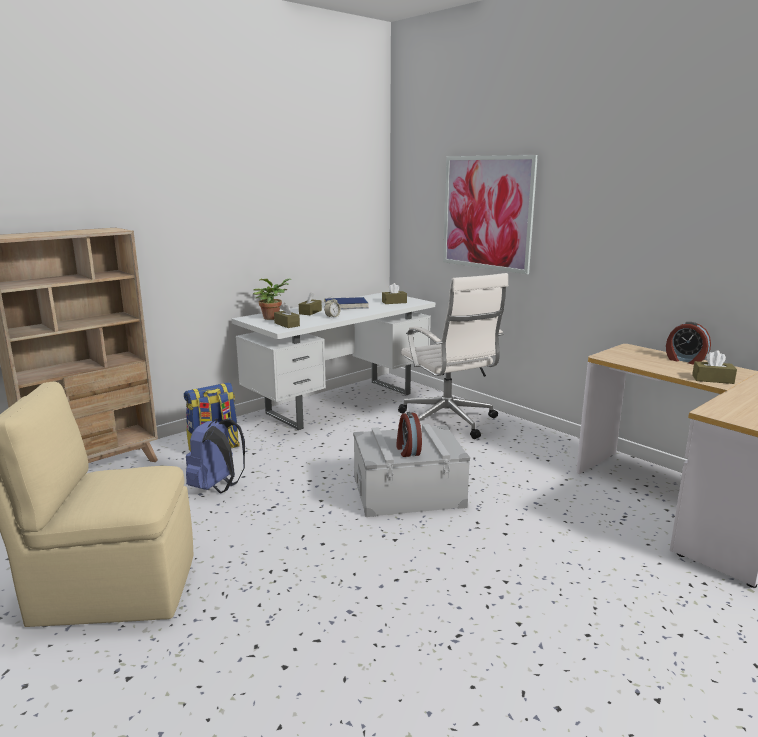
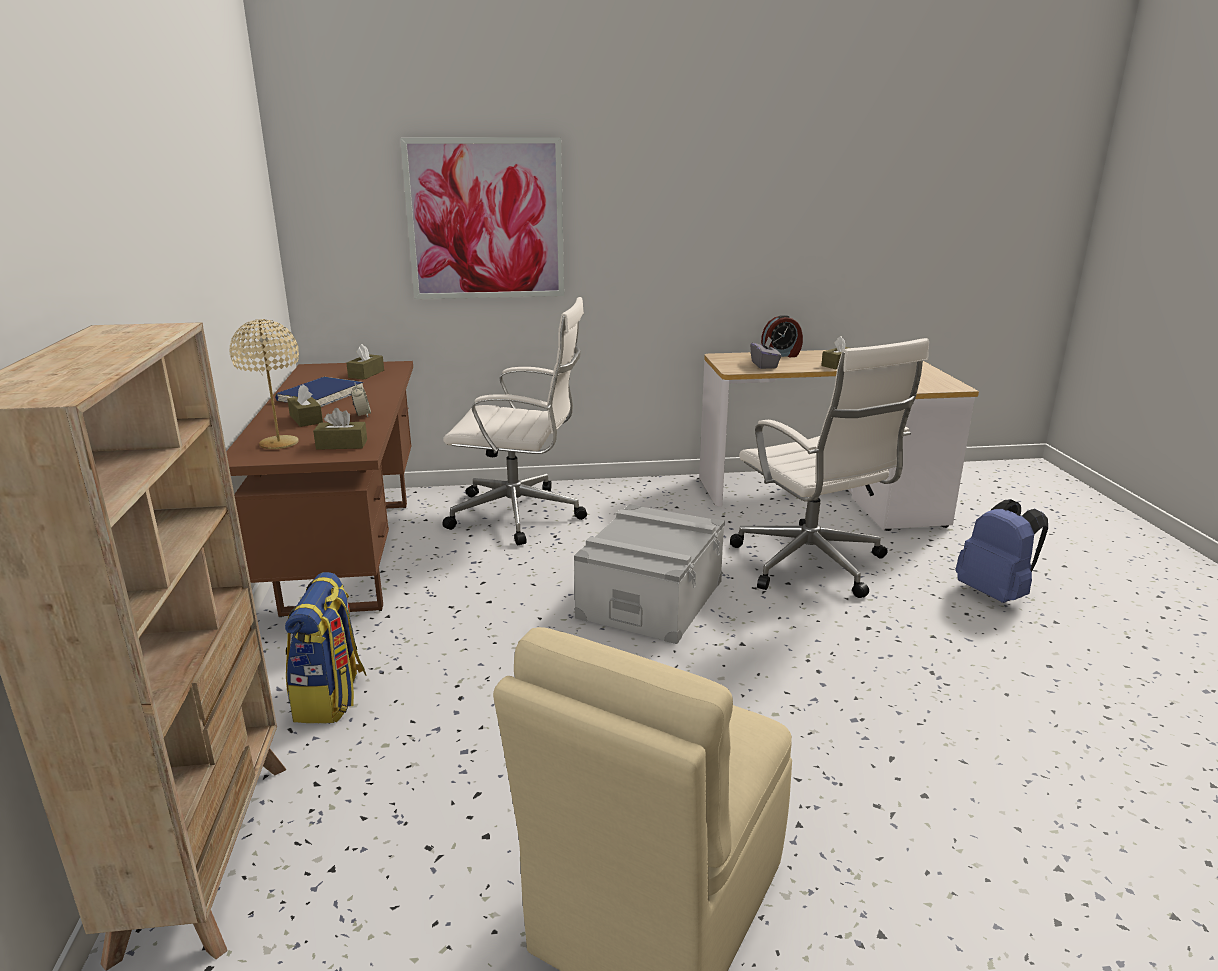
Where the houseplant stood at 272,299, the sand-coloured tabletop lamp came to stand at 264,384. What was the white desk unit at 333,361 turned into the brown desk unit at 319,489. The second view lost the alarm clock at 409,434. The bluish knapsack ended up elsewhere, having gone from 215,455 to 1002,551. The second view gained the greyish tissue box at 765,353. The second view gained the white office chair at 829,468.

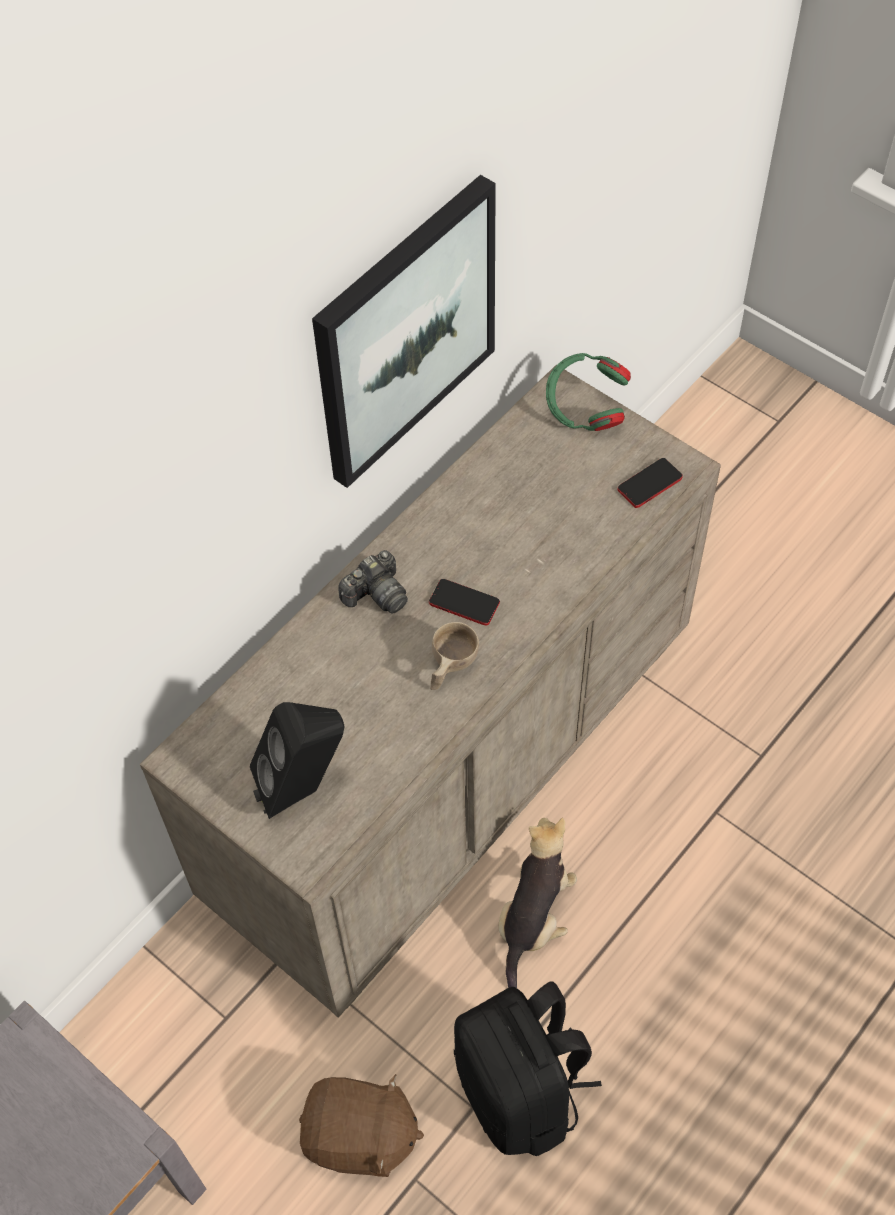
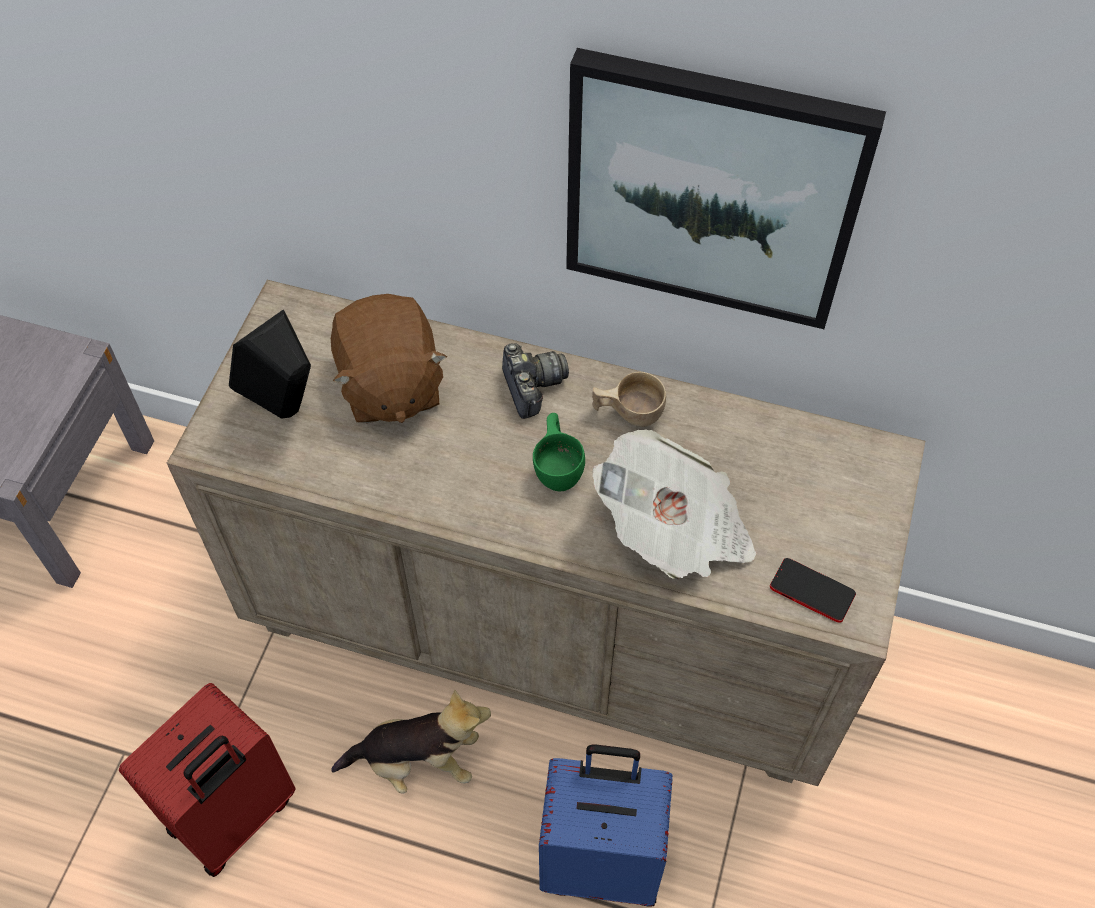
The second view lost the greenish pair of headphones at 588,392. The still camera at 373,582 ended up facing another way, 135 degrees counterclockwise from before. Where the telephone stood at 464,602, the greenish drinking cup came to stand at 559,452. The sand-coloured drinking cup ended up elsewhere, having gone from 454,656 to 629,399. Where the black-coloured knapsack stood at 528,1068, the red travel case came to stand at 207,780. The brown cuddly toy ended up elsewhere, having gone from 361,1125 to 389,358. The second view gained the daily paper at 674,504. The second view gained the bluish travel case at 606,826.

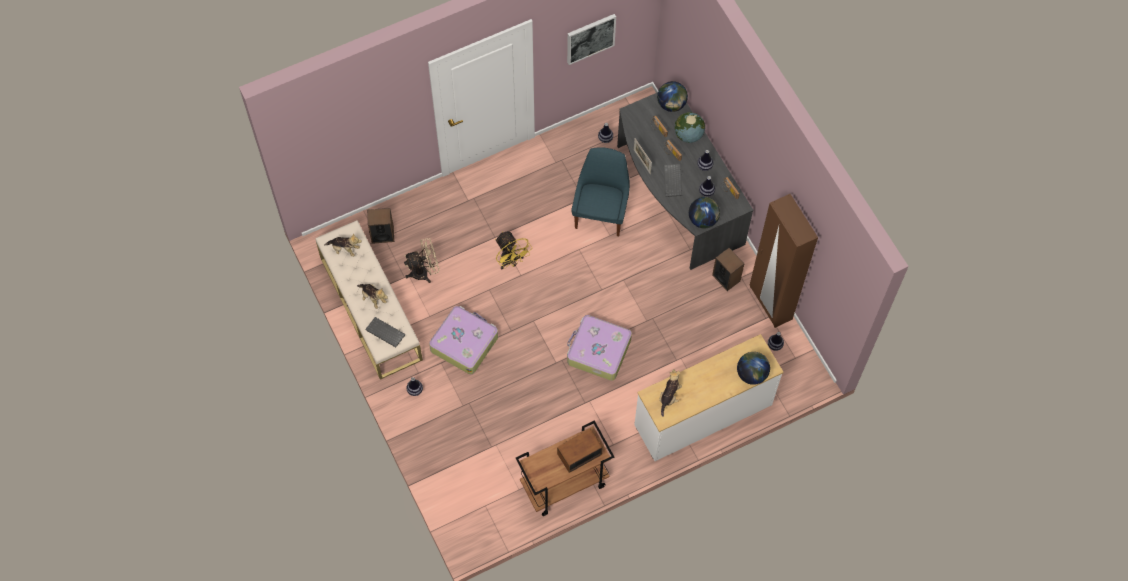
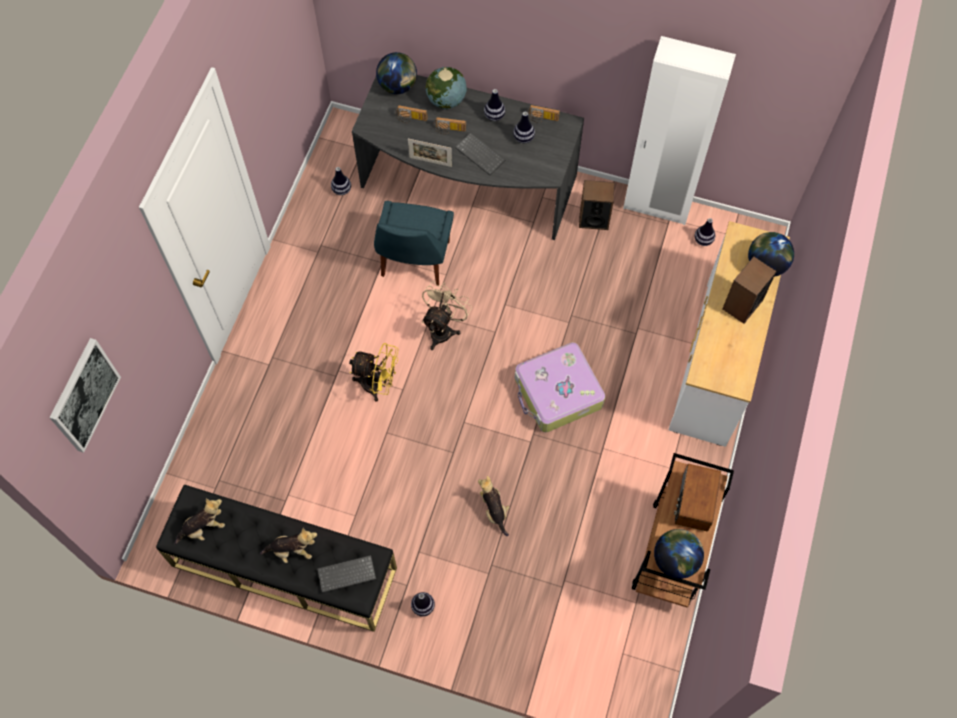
The wall art ended up elsewhere, having gone from 591,39 to 85,395. The bluish plain chair at 600,191 ended up facing another way, 135 degrees counterclockwise from before. What was the brown wardrobe at 784,261 turned into the white wardrobe at 679,130. The world globe ended up elsewhere, having gone from 704,212 to 679,554. The audio speaker ended up elsewhere, having gone from 380,226 to 749,290. What was the sand-coloured indoor bench at 369,300 turned into the black-coloured indoor bench at 276,558. The sand-coloured fan ended up elsewhere, having gone from 422,260 to 447,315. The second view lost the travel case at 463,340. The cuddly toy ended up elsewhere, having gone from 671,393 to 493,506.

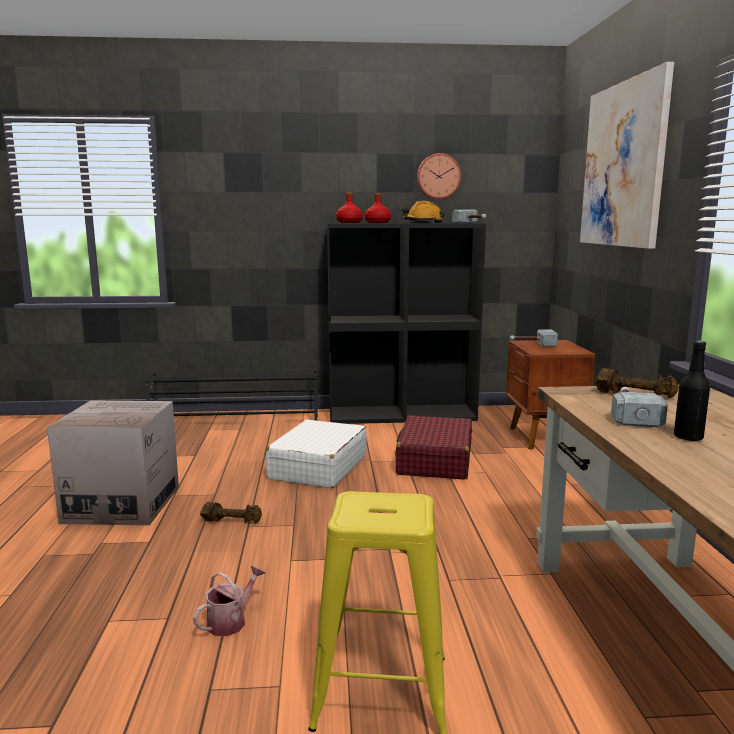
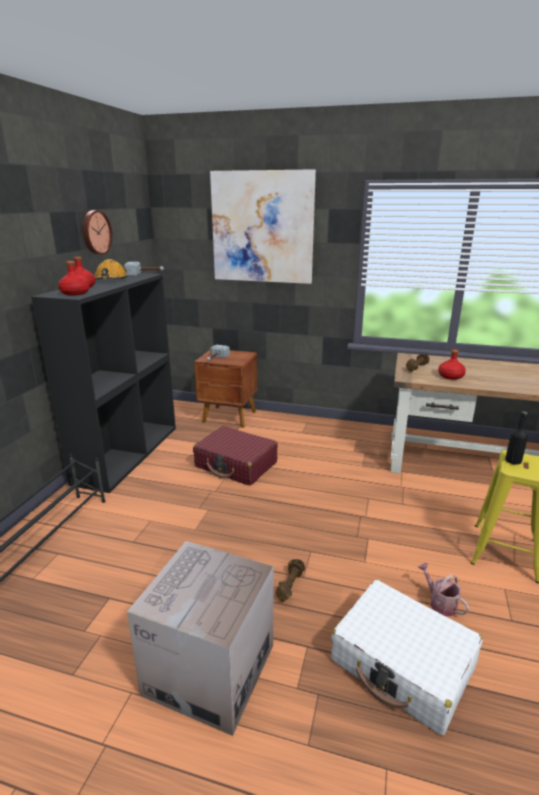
The black-coloured drink bottle ended up elsewhere, having gone from 692,391 to 516,438. Where the tool hammer stood at 639,407, the red drink bottle came to stand at 452,365. The white travel case ended up elsewhere, having gone from 316,454 to 407,657.

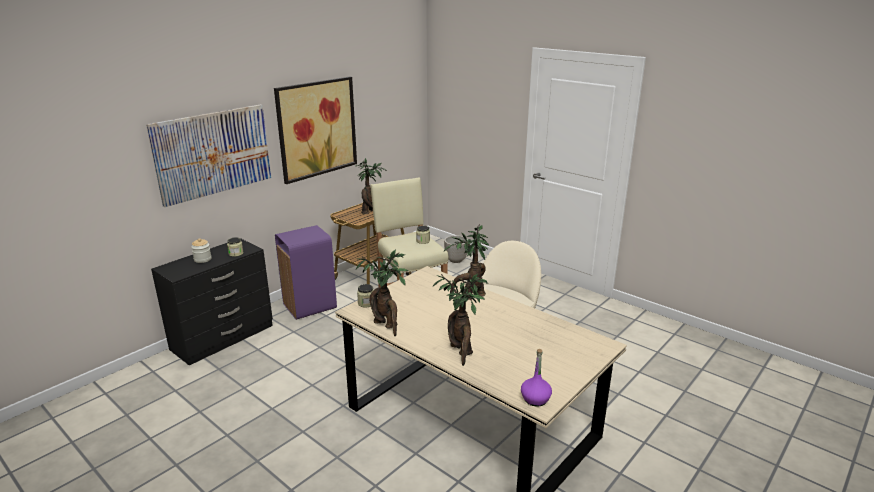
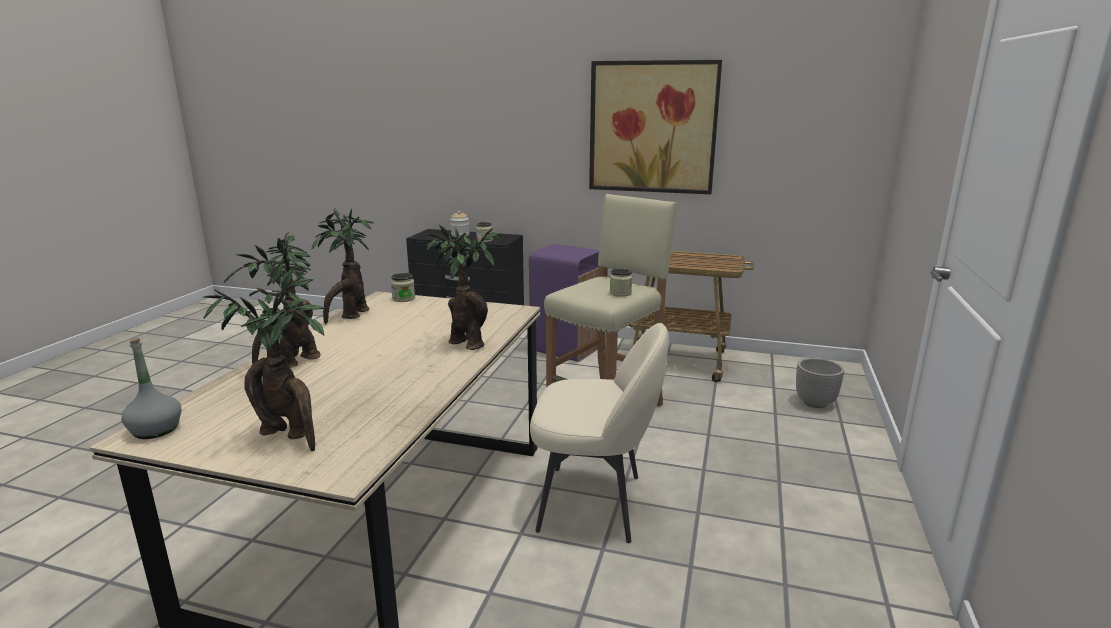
The second view lost the wall art at 208,155. The houseplant ended up elsewhere, having gone from 371,186 to 264,360. What was the purplish drink bottle at 536,378 turned into the greyish drink bottle at 151,388.

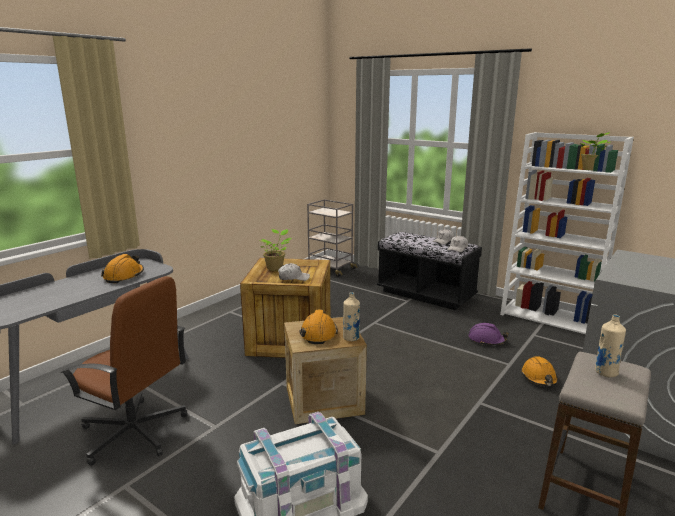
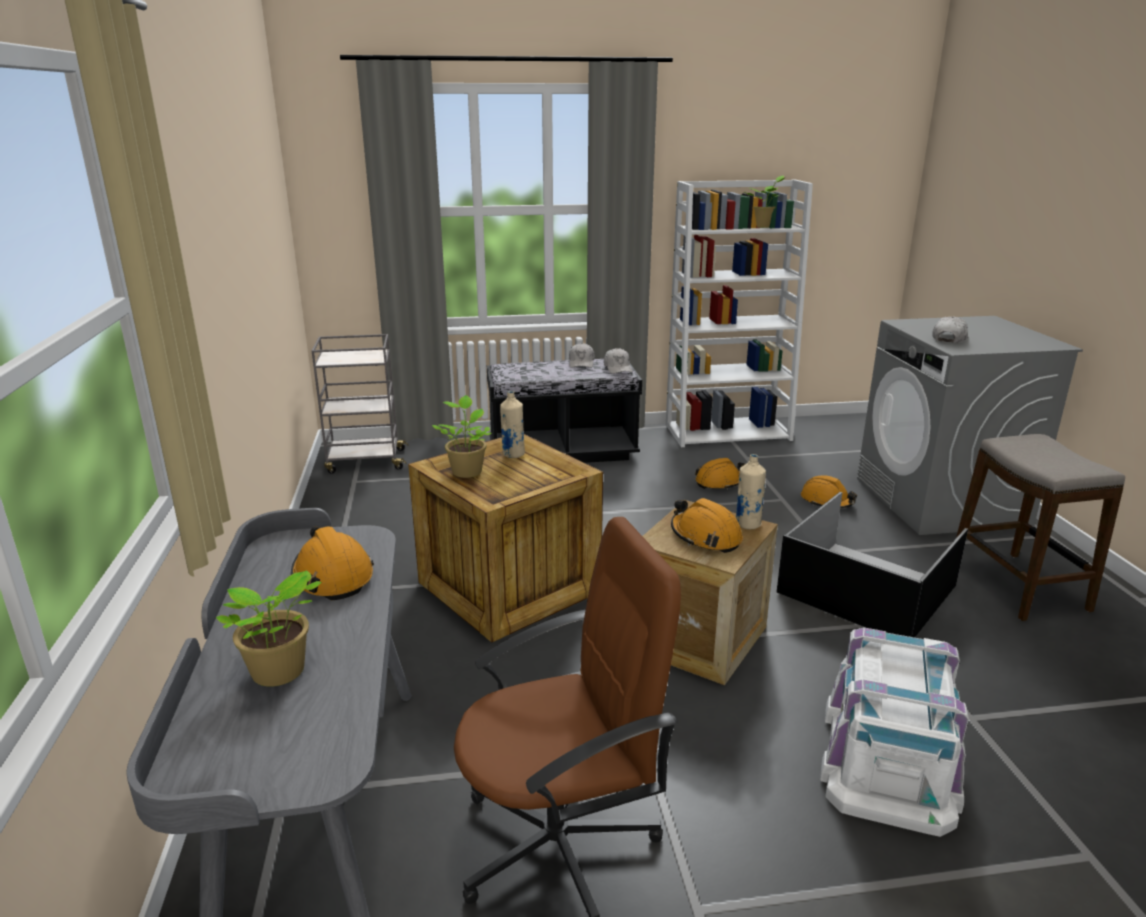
The white baseball cap ended up elsewhere, having gone from 294,272 to 950,330. The sand-coloured drink bottle ended up elsewhere, having gone from 610,345 to 512,424. What was the purplish work helmet at 488,334 turned into the orange-coloured work helmet at 720,474. The second view gained the black-coloured storage bin at 872,565. The second view gained the houseplant at 269,628.

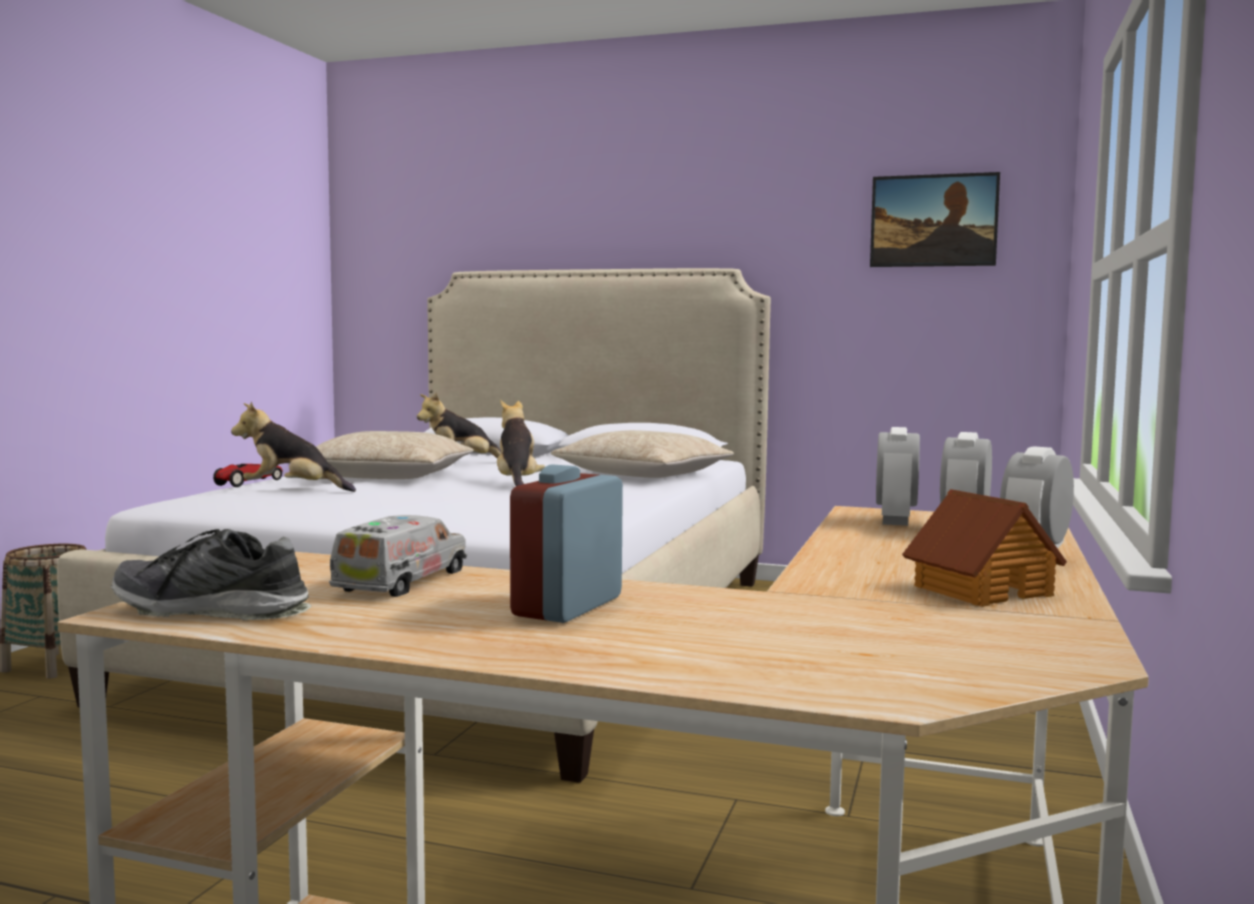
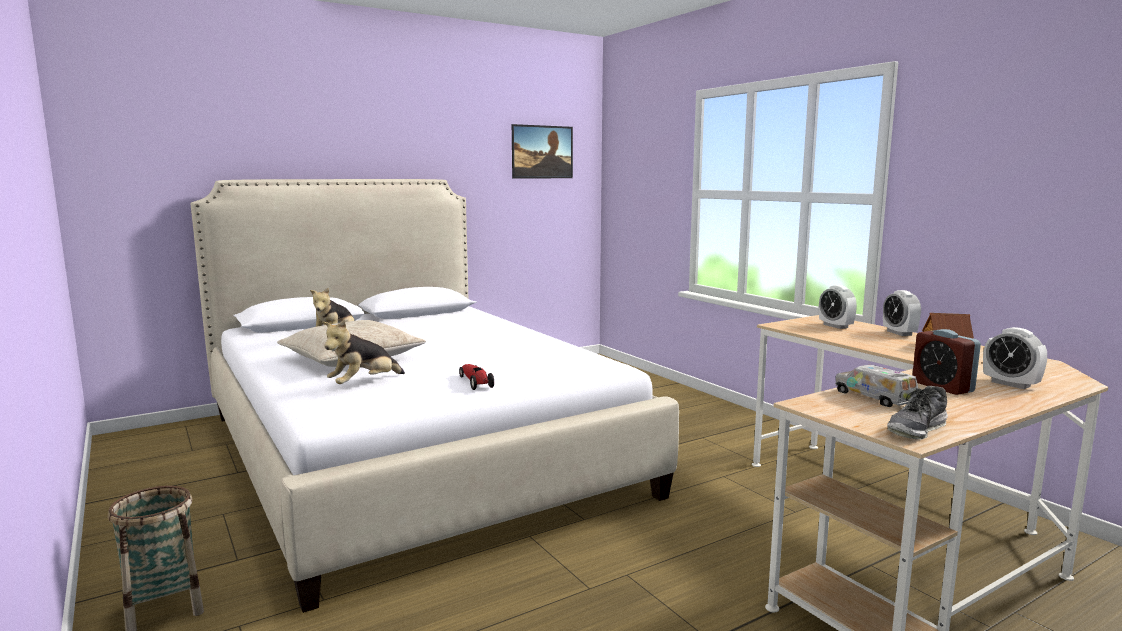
The second view lost the cuddly toy at 521,442. The alarm clock ended up elsewhere, having gone from 898,476 to 1015,358. The second view lost the sand-coloured pillow at 642,454. The model car ended up elsewhere, having gone from 248,475 to 476,377.

